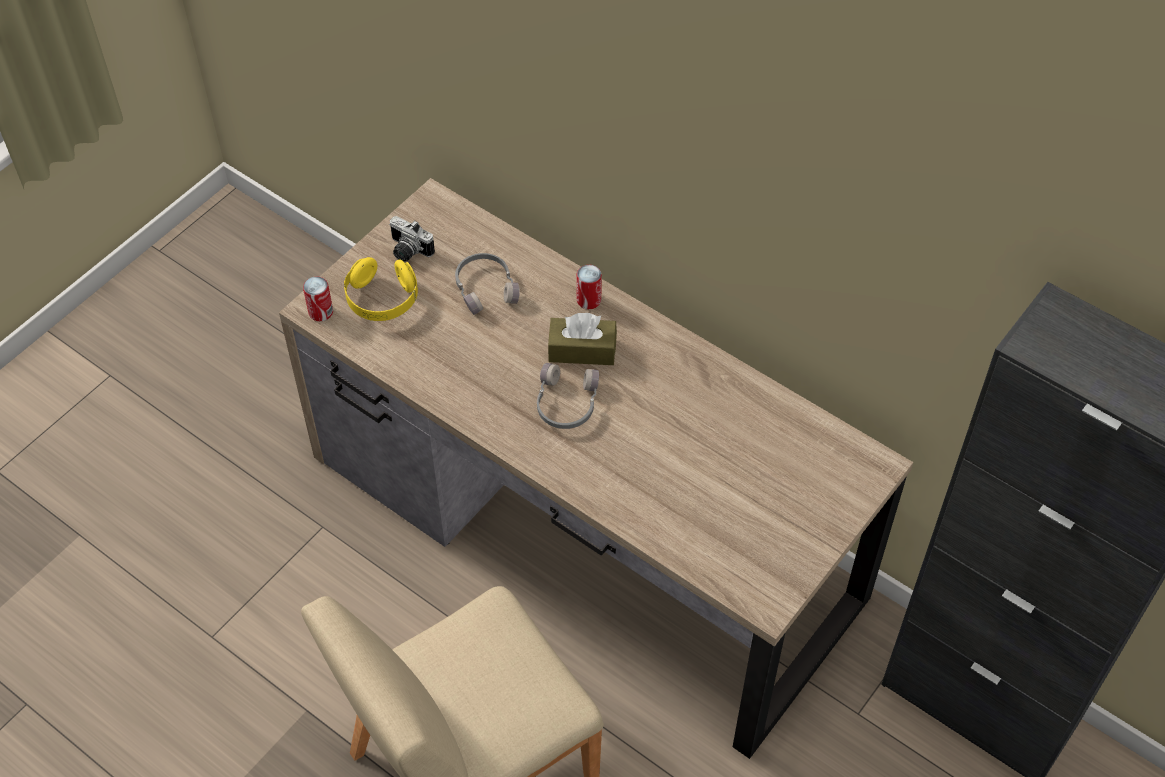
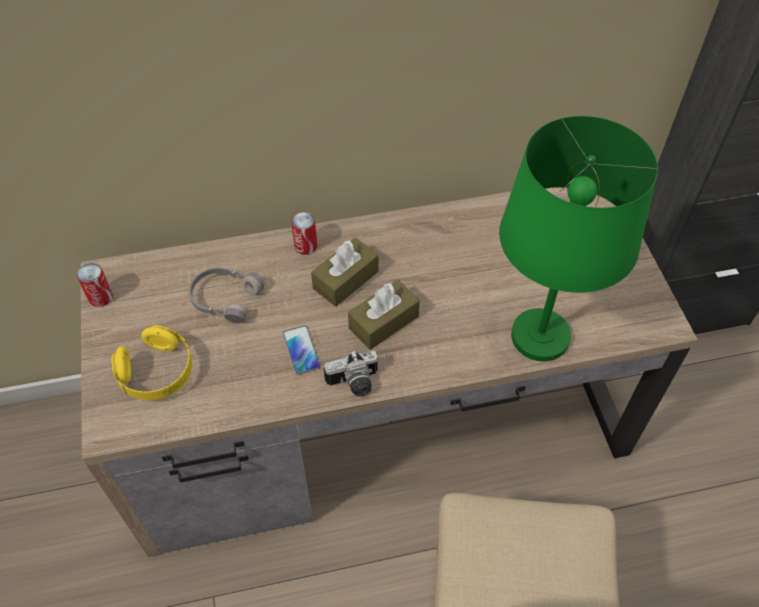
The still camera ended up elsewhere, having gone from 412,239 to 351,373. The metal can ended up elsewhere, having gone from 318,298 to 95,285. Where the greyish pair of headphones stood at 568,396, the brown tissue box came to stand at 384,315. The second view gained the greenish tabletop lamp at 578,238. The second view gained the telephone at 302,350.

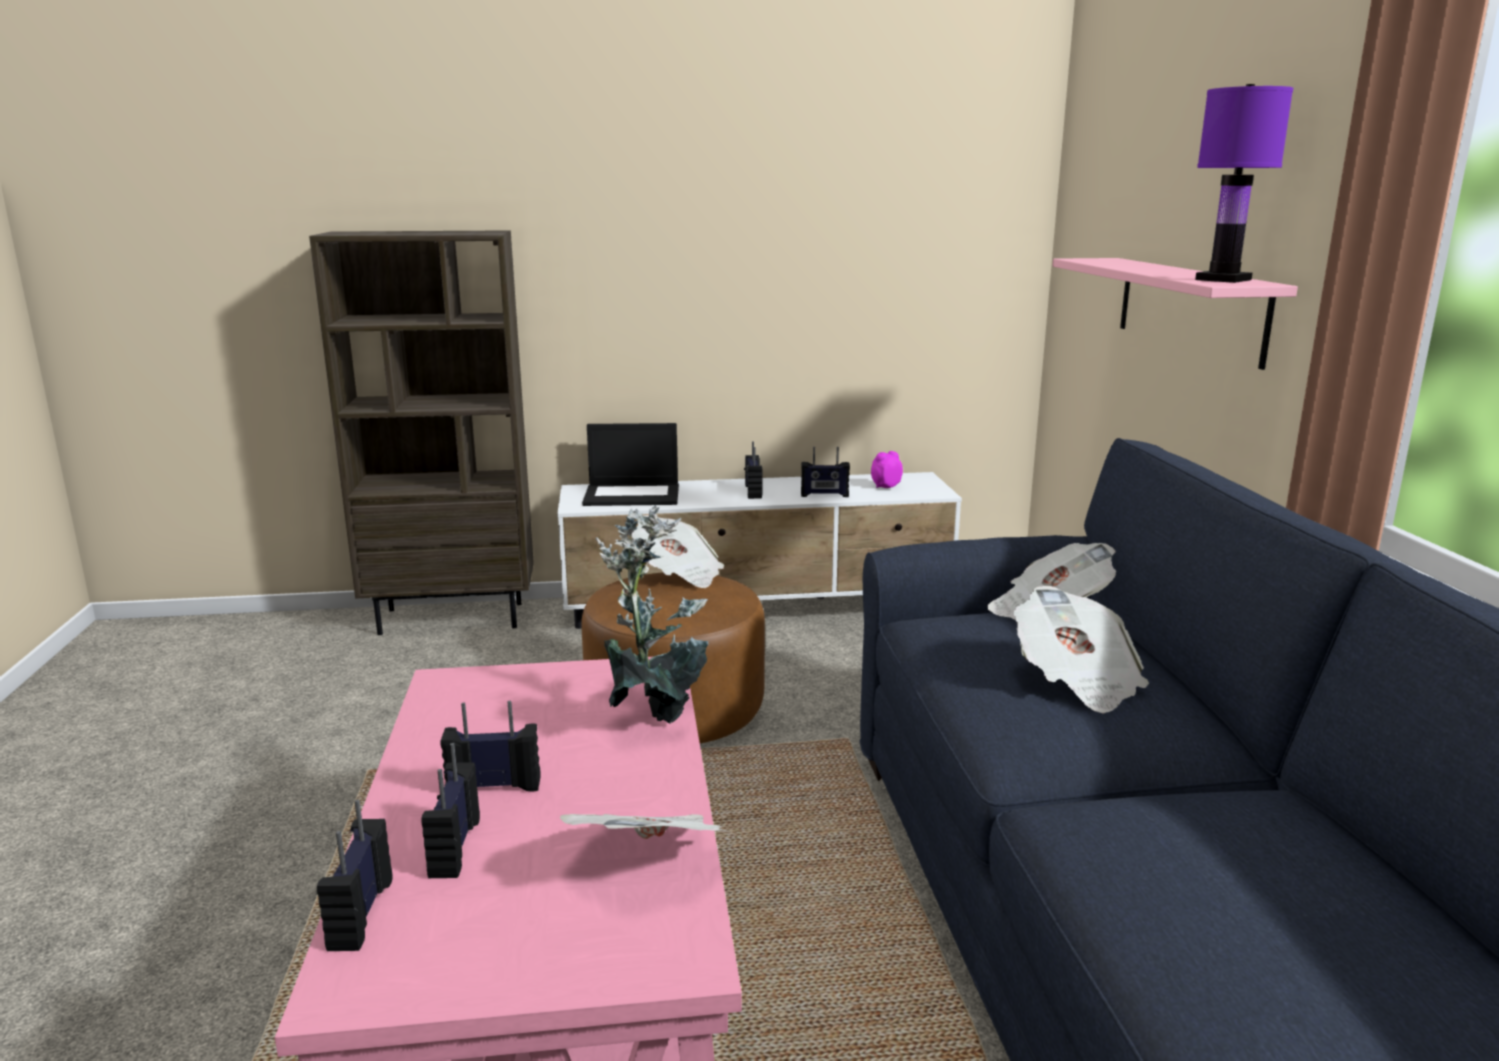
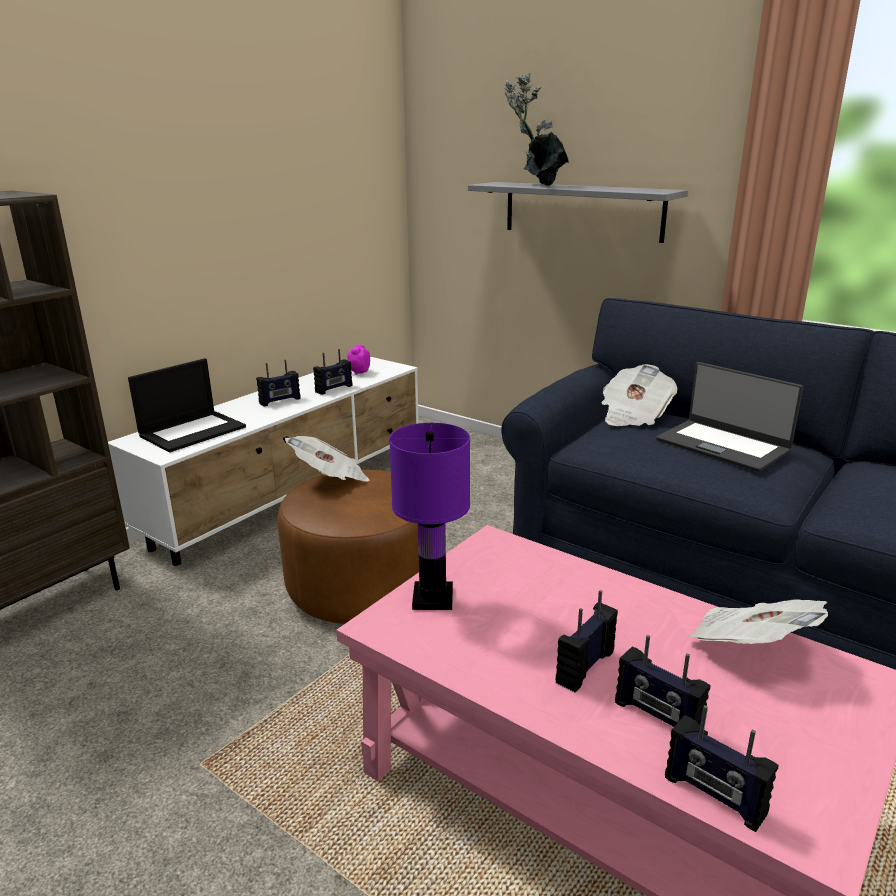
The purplish tabletop lamp ended up elsewhere, having gone from 1244,183 to 429,516. What was the pink-coloured shelf at 1175,314 turned into the greyish shelf at 578,212. The radio receiver at 753,470 ended up facing another way, 75 degrees counterclockwise from before. The houseplant ended up elsewhere, having gone from 652,614 to 536,129. Where the daily paper stood at 1081,650, the portable computer came to stand at 729,417.

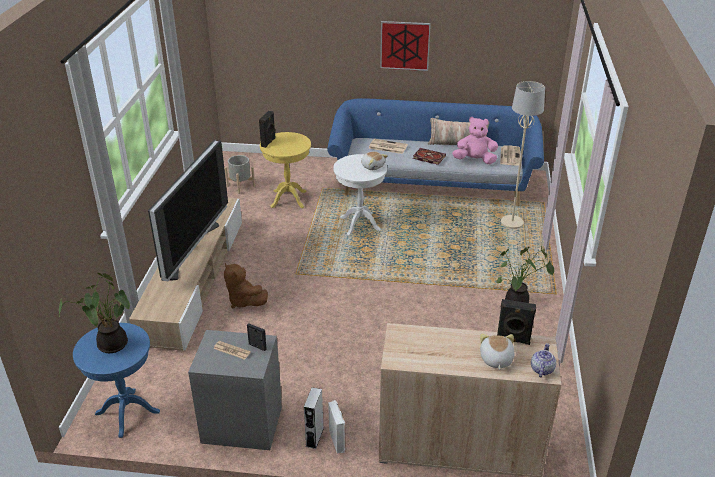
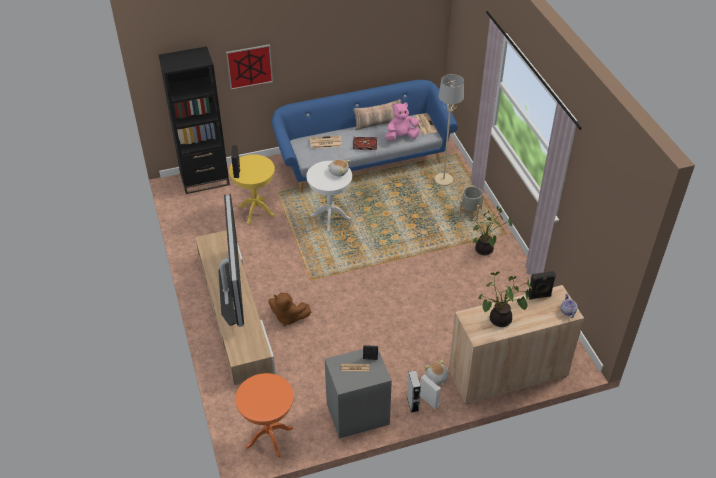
The wall art ended up elsewhere, having gone from 405,46 to 249,67. The greyish planter ended up elsewhere, having gone from 240,174 to 471,203. The houseplant ended up elsewhere, having gone from 94,313 to 505,299. What was the bluish side table at 116,380 turned into the orange-coloured side table at 264,415. The cuddly toy ended up elsewhere, having gone from 497,351 to 436,373. The second view gained the black-coloured bookcase at 194,120.

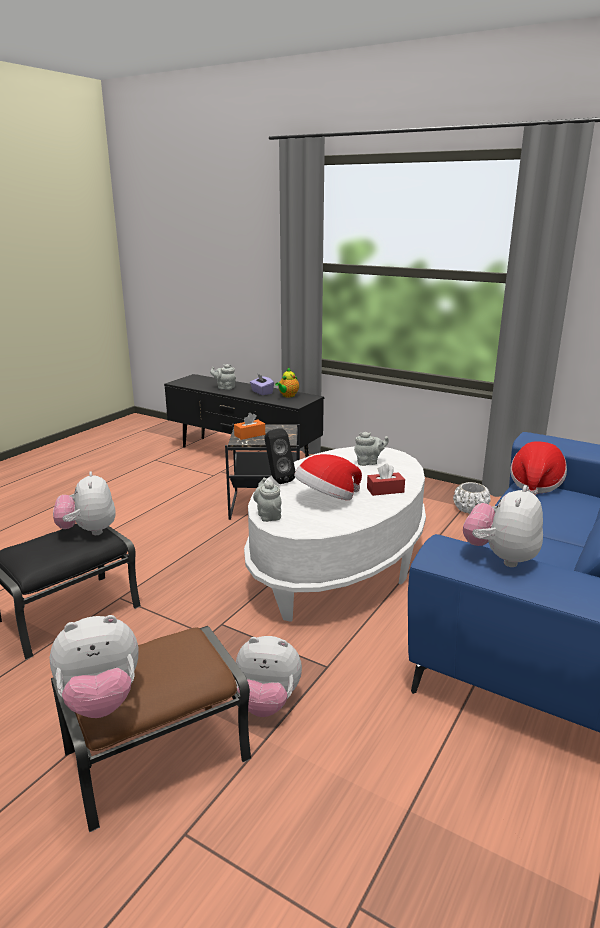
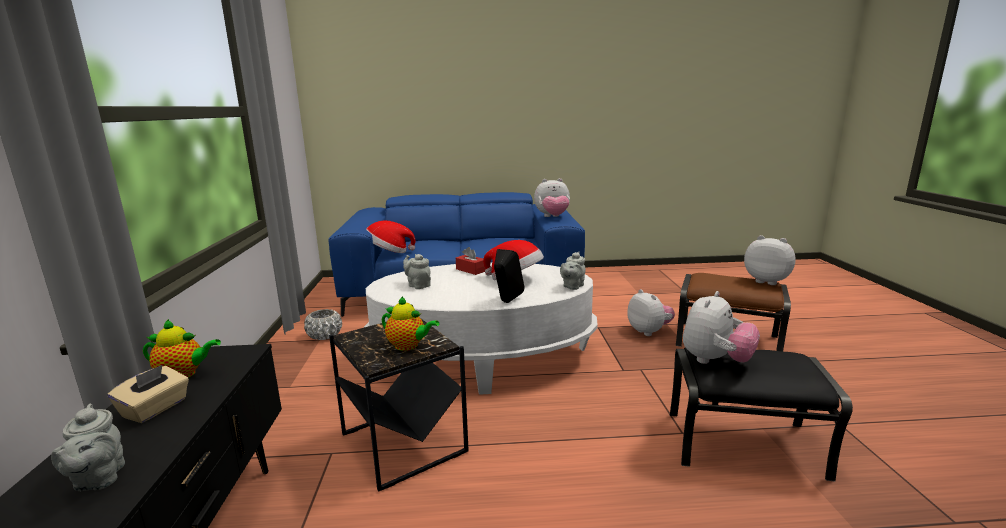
What was the purplish tissue box at 262,384 turned into the sand-coloured tissue box at 148,394. Where the orange-coloured tissue box stood at 249,426, the pot for tea came to stand at 411,323.

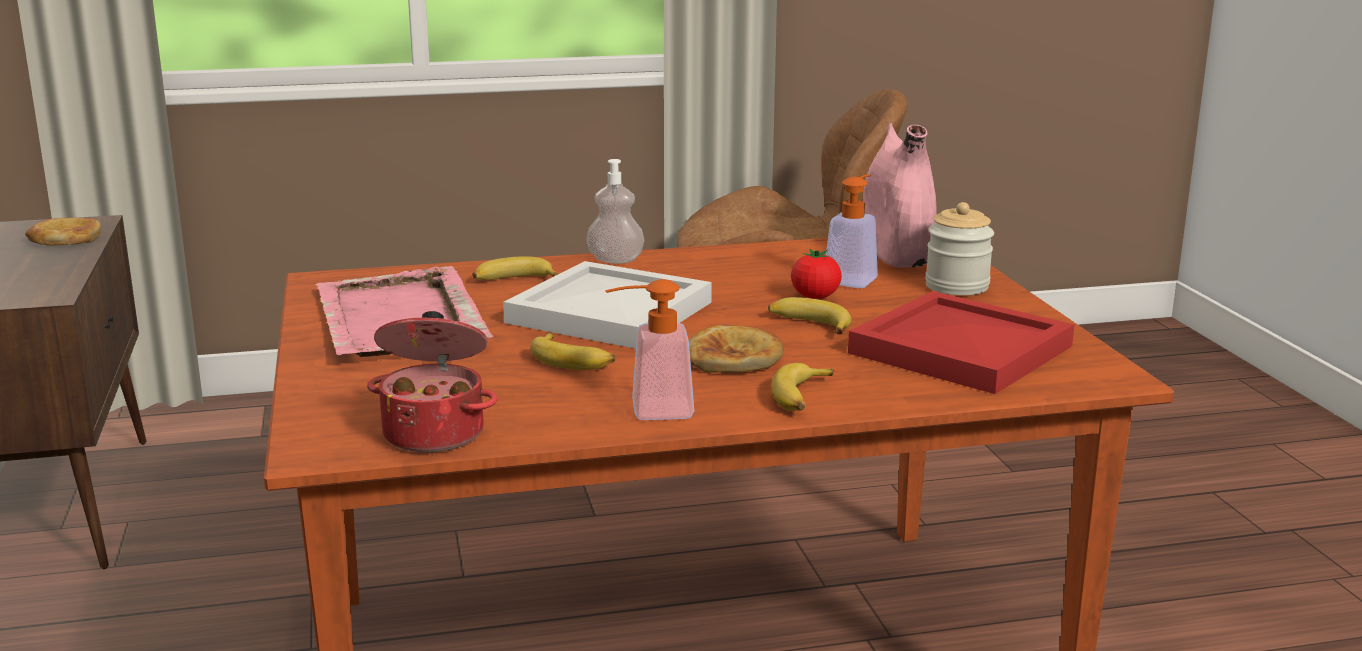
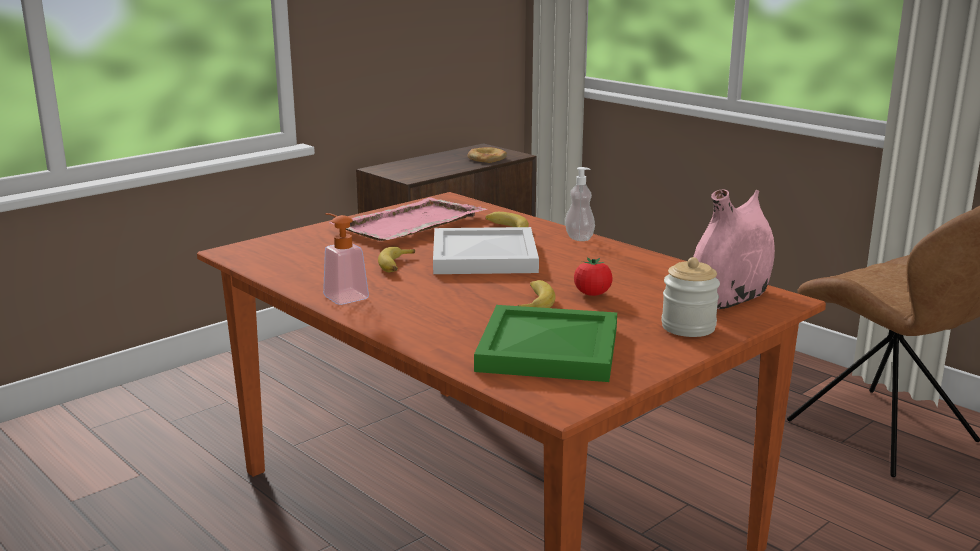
The second view lost the soap dispenser at 852,231. What was the red tray at 961,342 turned into the greenish tray at 545,343. The second view lost the cooking pot at 432,381. The second view lost the bread at 736,349. The second view lost the banana fruit at 802,387.

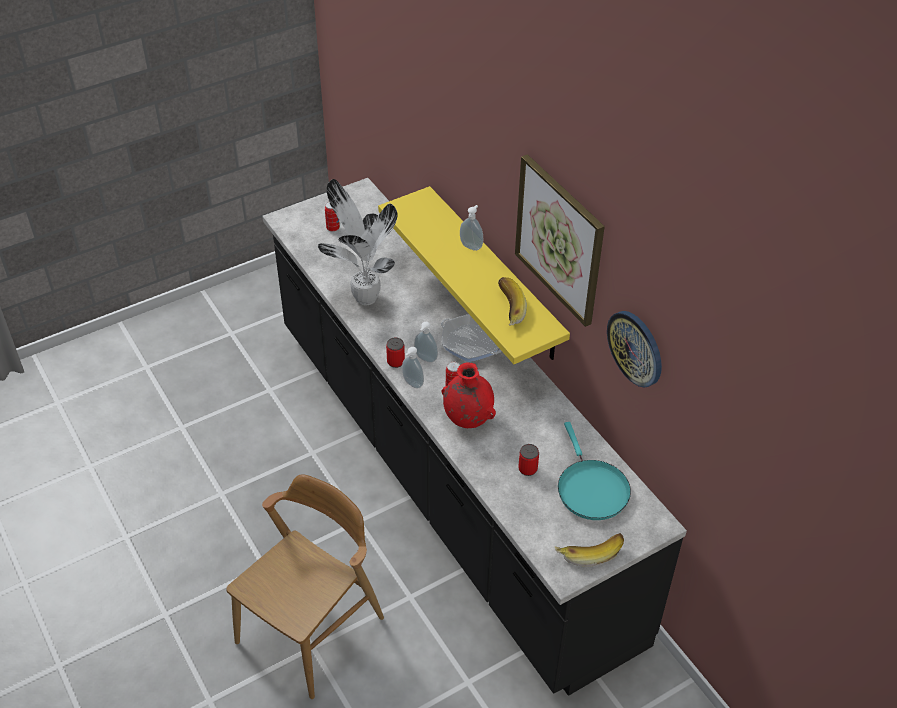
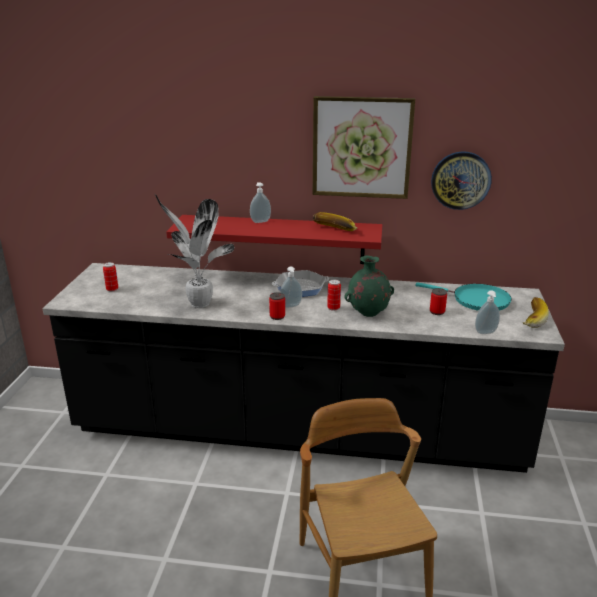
What was the yellow shelf at 474,275 turned into the red shelf at 274,239. The soap dispenser ended up elsewhere, having gone from 413,368 to 487,312. What was the red flower vase at 468,395 turned into the greenish flower vase at 369,286.

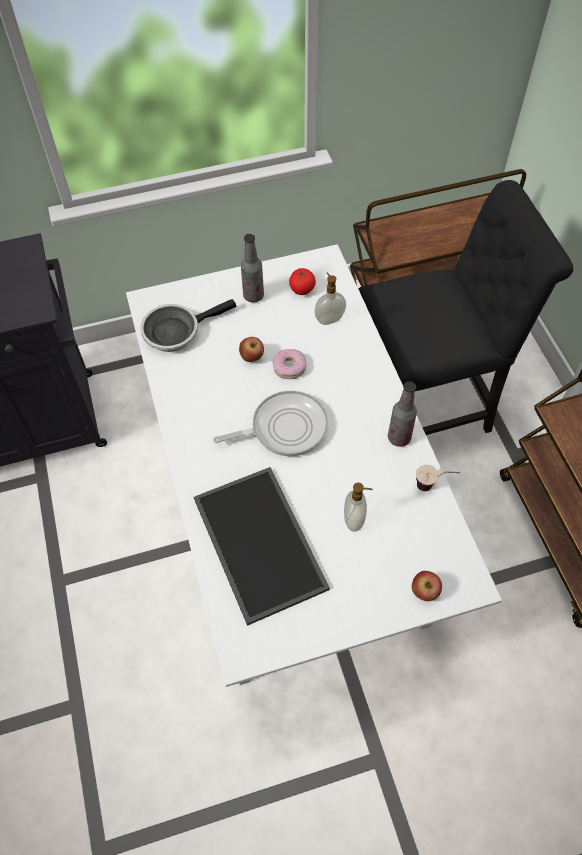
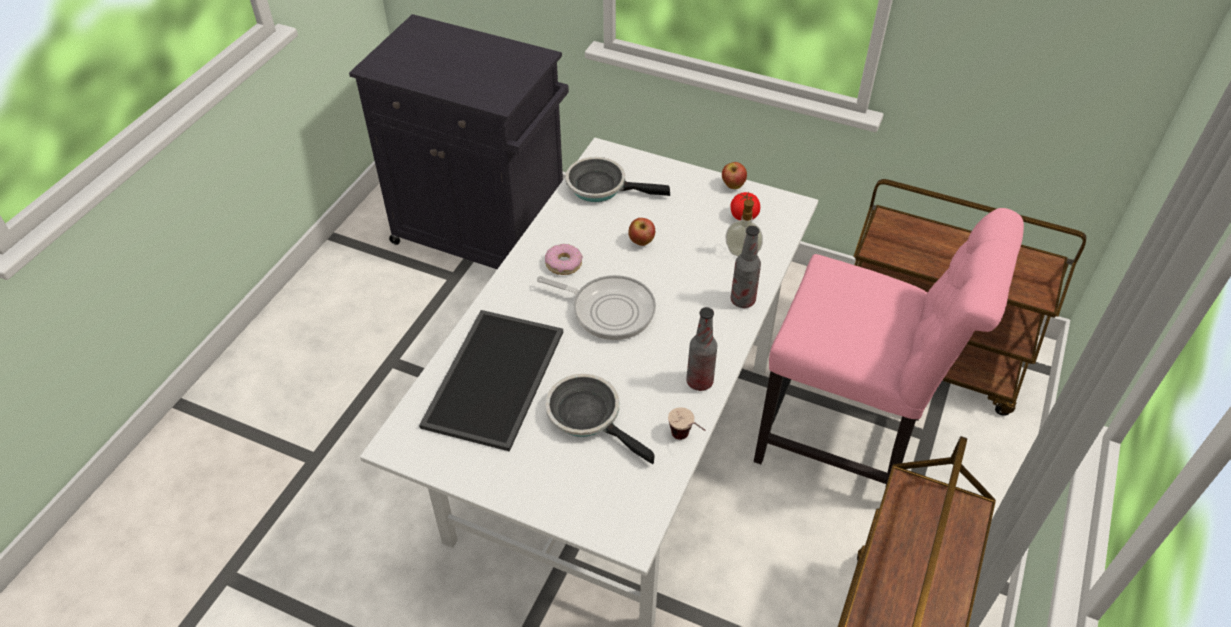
What was the black-coloured plain chair at 466,307 turned into the pink-coloured plain chair at 889,346. The drink bottle ended up elsewhere, having gone from 252,268 to 746,267. The ring doughnut ended up elsewhere, having gone from 289,364 to 564,259. Where the soap dispenser stood at 358,507, the pan came to stand at 600,419. The apple fruit ended up elsewhere, having gone from 427,586 to 734,175.

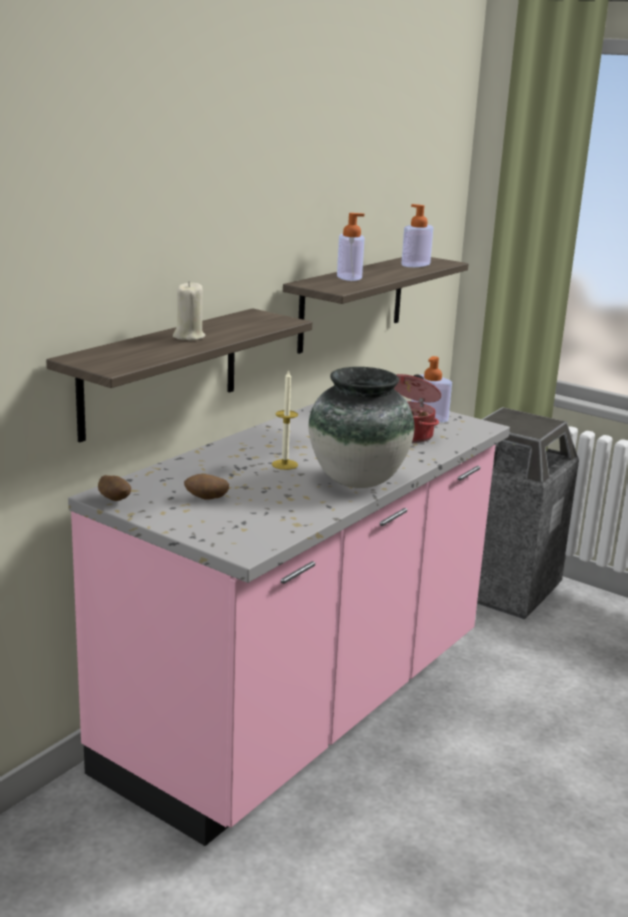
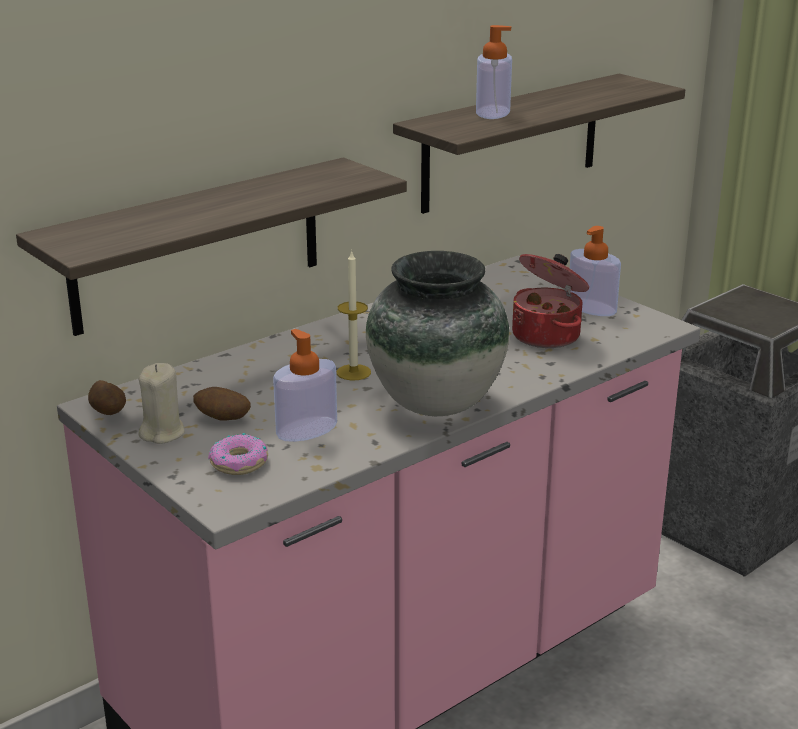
The soap dispenser ended up elsewhere, having gone from 417,235 to 305,385. The sand-coloured candle ended up elsewhere, having gone from 189,310 to 162,403. The second view gained the ring doughnut at 238,454.

